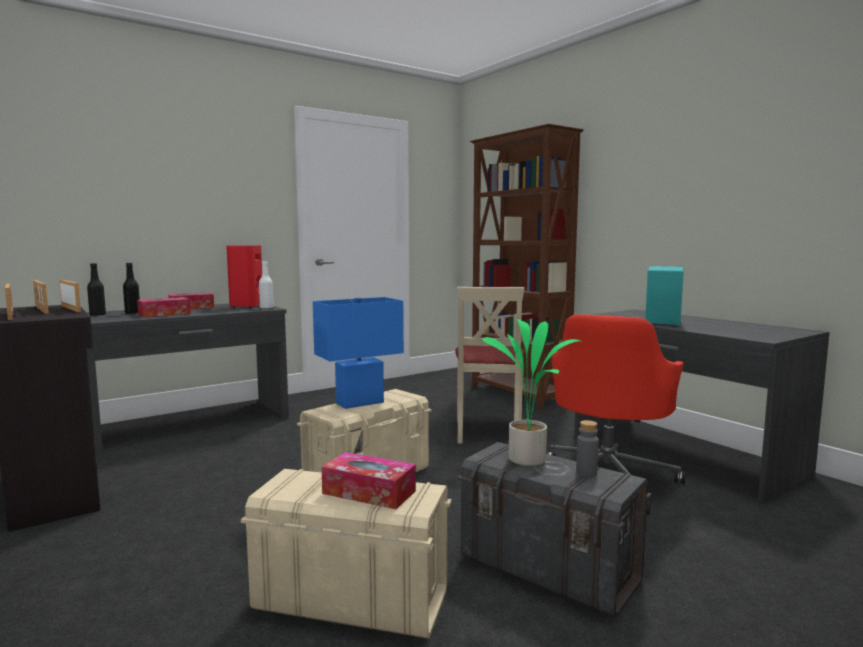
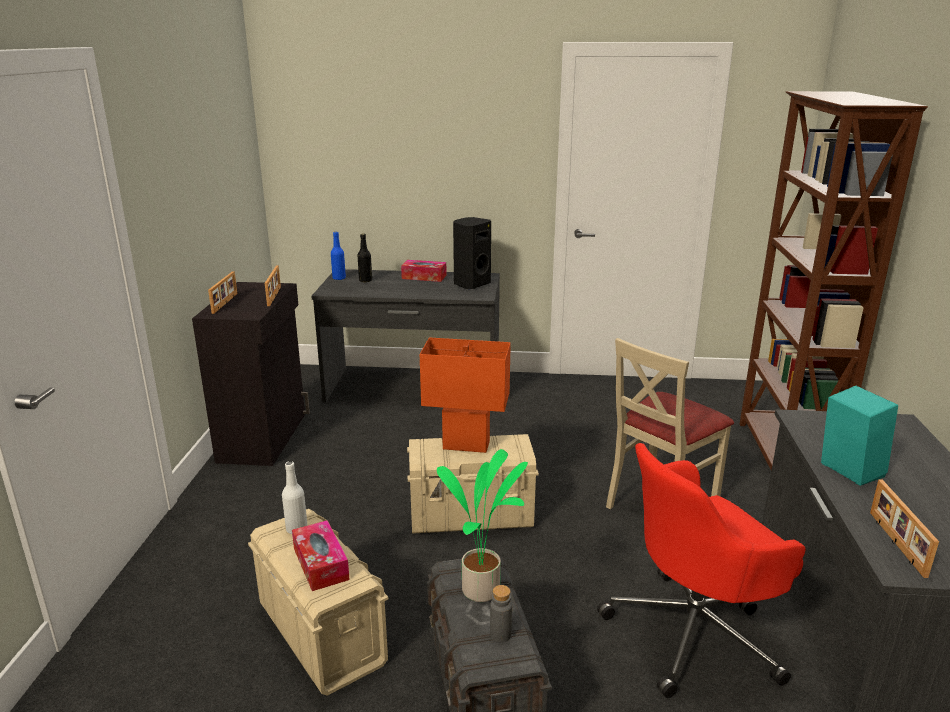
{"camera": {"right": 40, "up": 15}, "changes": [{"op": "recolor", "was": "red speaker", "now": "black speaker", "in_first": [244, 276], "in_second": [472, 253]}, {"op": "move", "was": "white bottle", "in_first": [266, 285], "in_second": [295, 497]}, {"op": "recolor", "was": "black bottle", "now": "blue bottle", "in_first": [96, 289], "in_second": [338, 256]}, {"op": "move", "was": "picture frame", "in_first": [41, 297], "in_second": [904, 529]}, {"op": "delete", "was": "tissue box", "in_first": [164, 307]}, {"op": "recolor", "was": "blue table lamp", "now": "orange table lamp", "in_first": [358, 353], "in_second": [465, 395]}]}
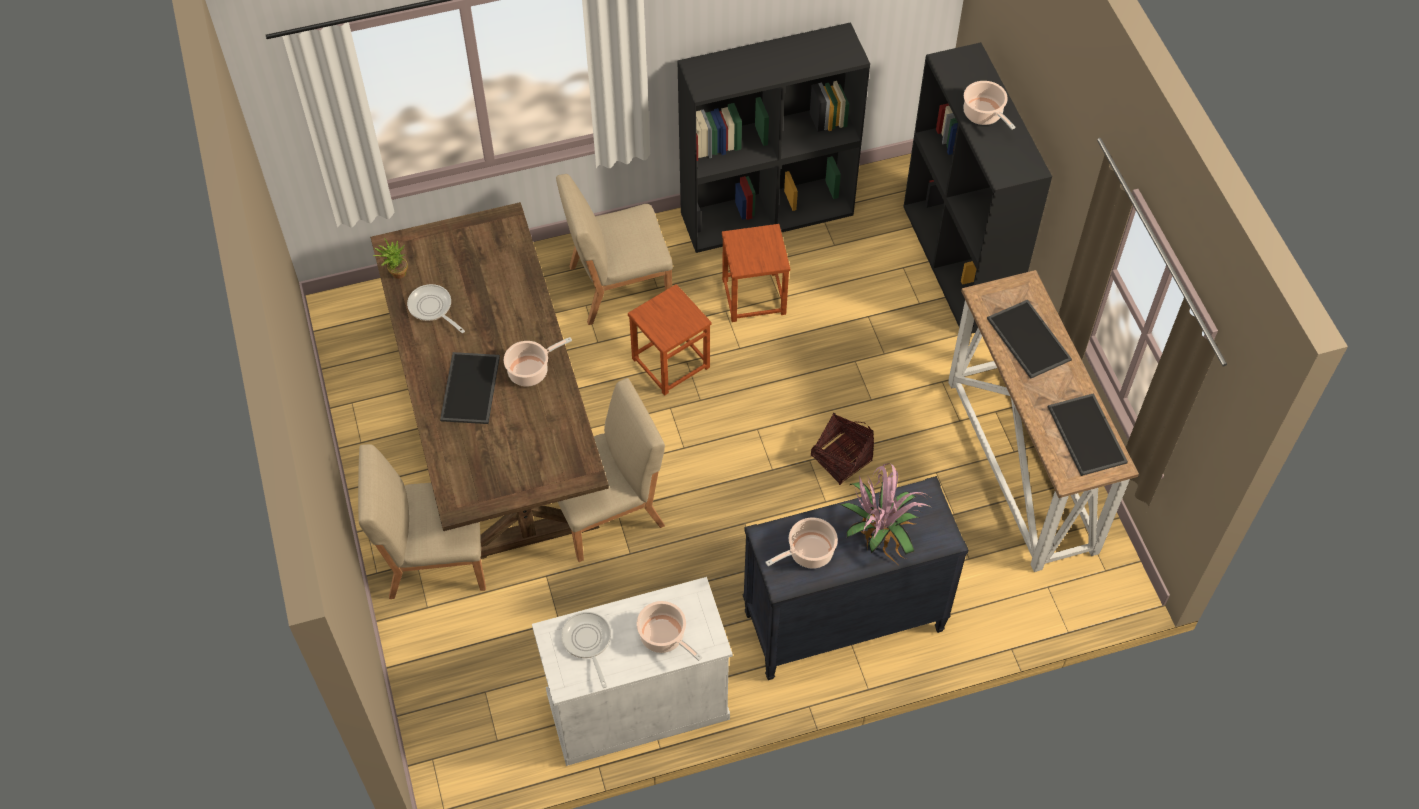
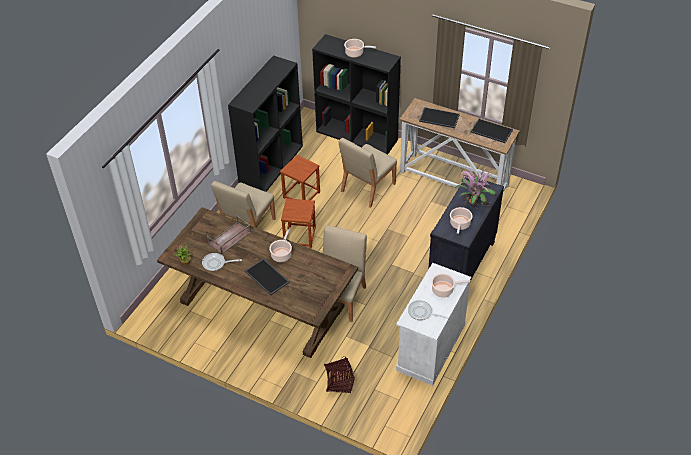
{"camera": {"right": -45, "up": -10}, "changes": [{"op": "move", "was": "basket", "in_first": [842, 449], "in_second": [339, 375]}, {"op": "move", "was": "beige chair", "in_first": [422, 521], "in_second": [368, 173]}, {"op": "insert", "now": "brown tray", "in_second": [229, 234]}]}
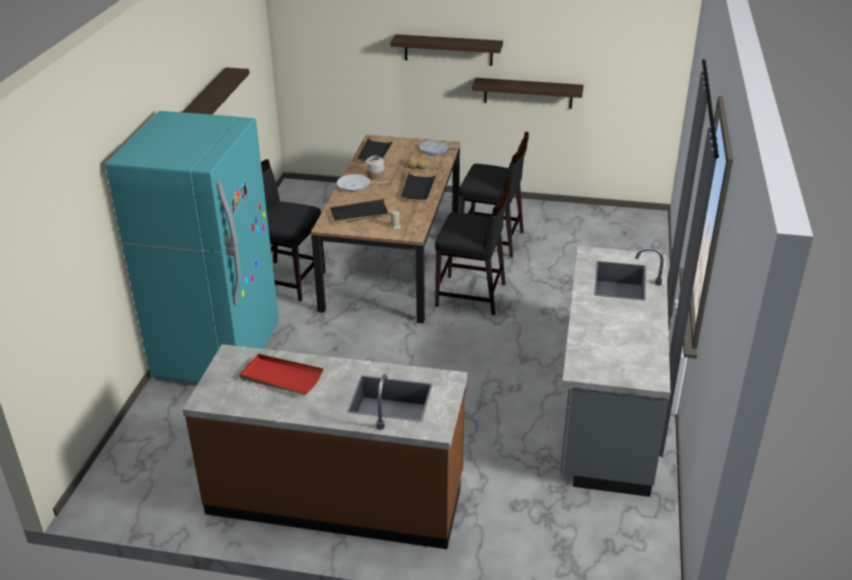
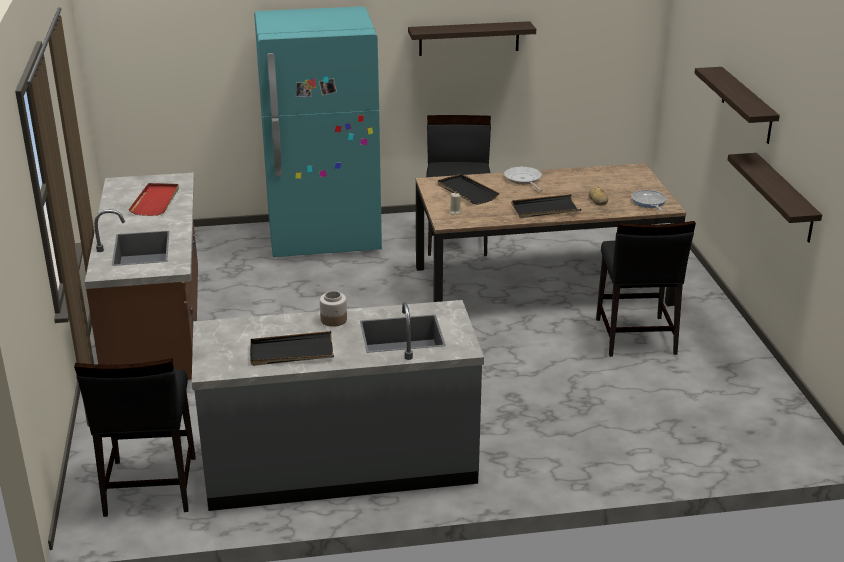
{"camera": {"right": 70, "up": -5}, "changes": [{"op": "move", "was": "black tray", "in_first": [375, 150], "in_second": [292, 348]}, {"op": "move", "was": "jar", "in_first": [375, 168], "in_second": [333, 309]}, {"op": "move", "was": "black chair", "in_first": [472, 246], "in_second": [135, 437]}]}
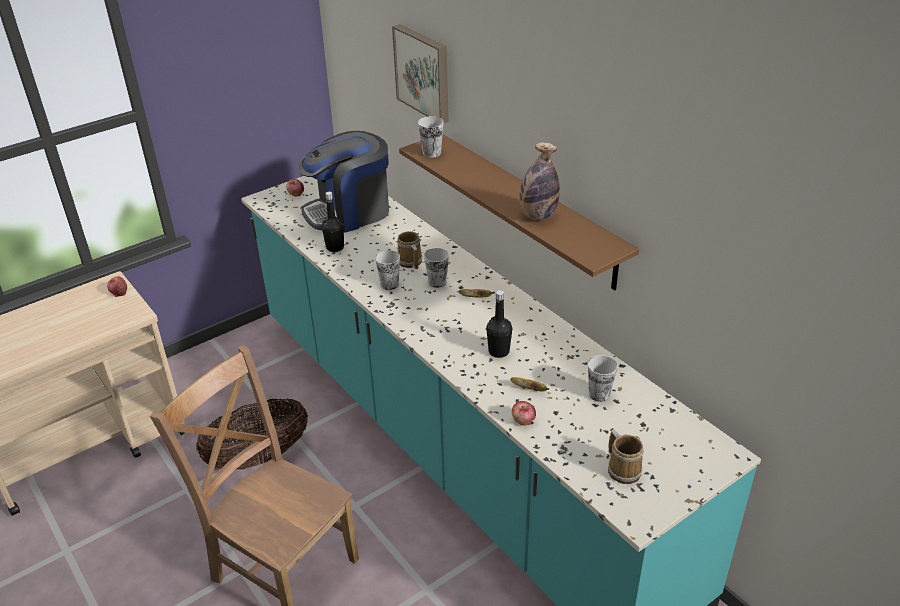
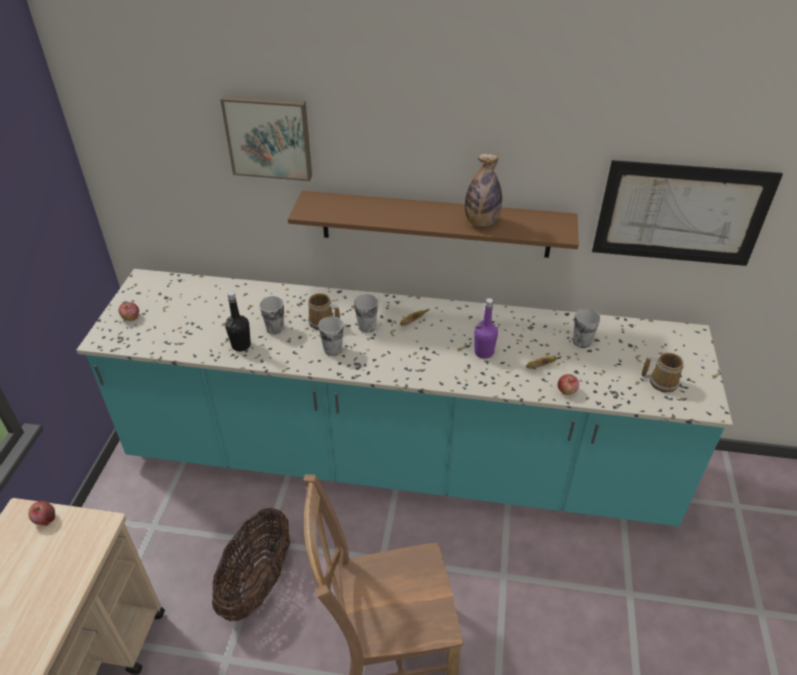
{"camera": {"right": -45, "up": 5}, "changes": [{"op": "move", "was": "cup", "in_first": [431, 137], "in_second": [271, 315]}, {"op": "delete", "was": "coffee machine", "in_first": [343, 182]}, {"op": "recolor", "was": "black bottle", "now": "purple bottle", "in_first": [499, 324], "in_second": [486, 328]}, {"op": "insert", "now": "picture", "in_second": [687, 213]}]}
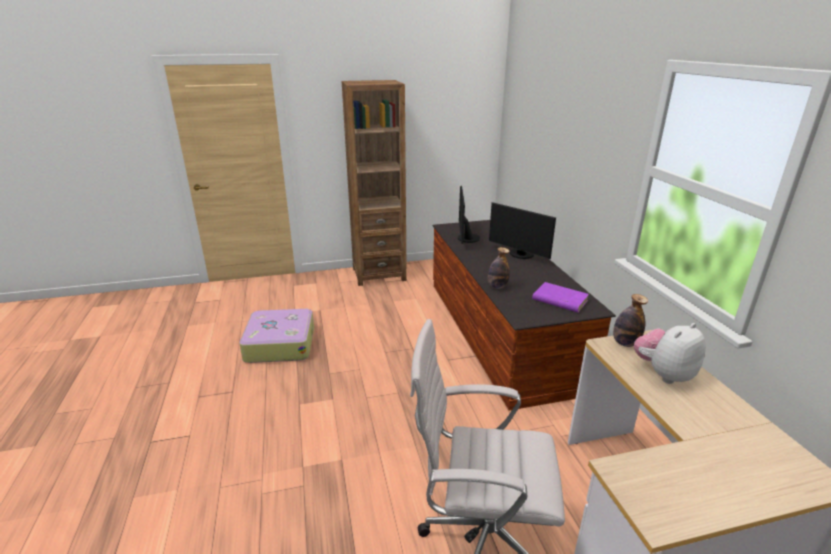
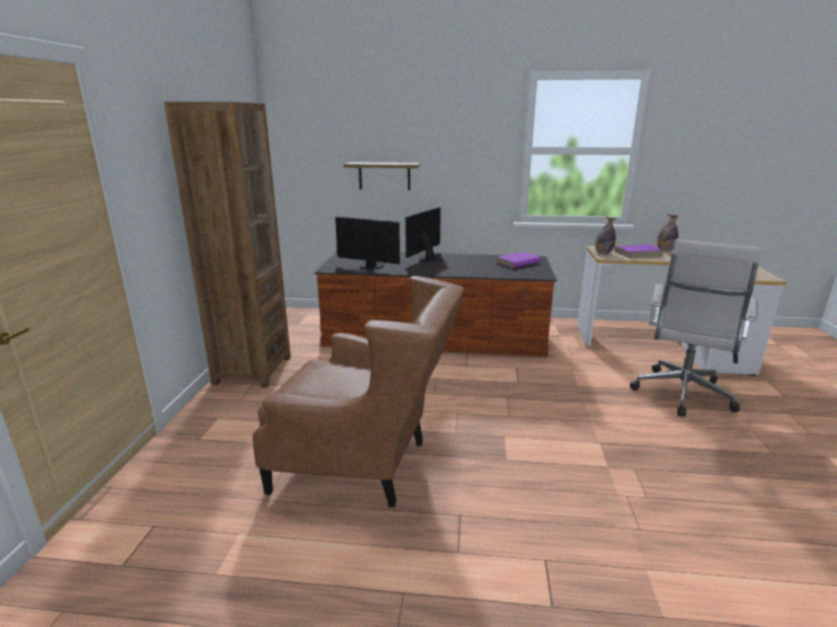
{"camera": {"right": -70, "up": -5}, "changes": [{"op": "rotate", "was": "monitor", "in_first": [522, 230], "in_second": [423, 234], "clockwise": 150}, {"op": "move", "was": "bottle", "in_first": [499, 268], "in_second": [667, 232]}, {"op": "replace", "was": "suitcase", "now": "brown armchair", "in_first": [276, 336], "in_second": [358, 392]}, {"op": "replace", "was": "plush toy", "now": "purple book", "in_first": [670, 353], "in_second": [639, 251]}, {"op": "insert", "now": "shelf", "in_second": [382, 176]}]}
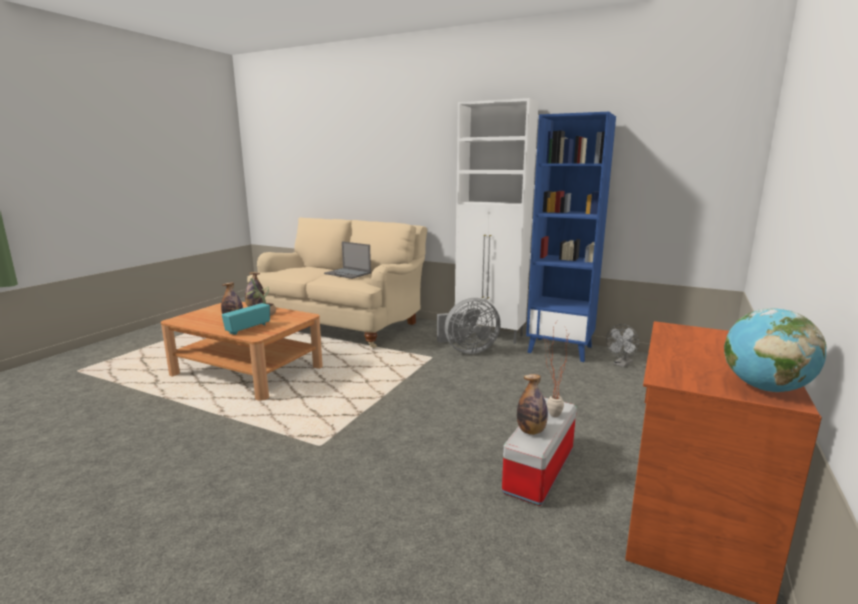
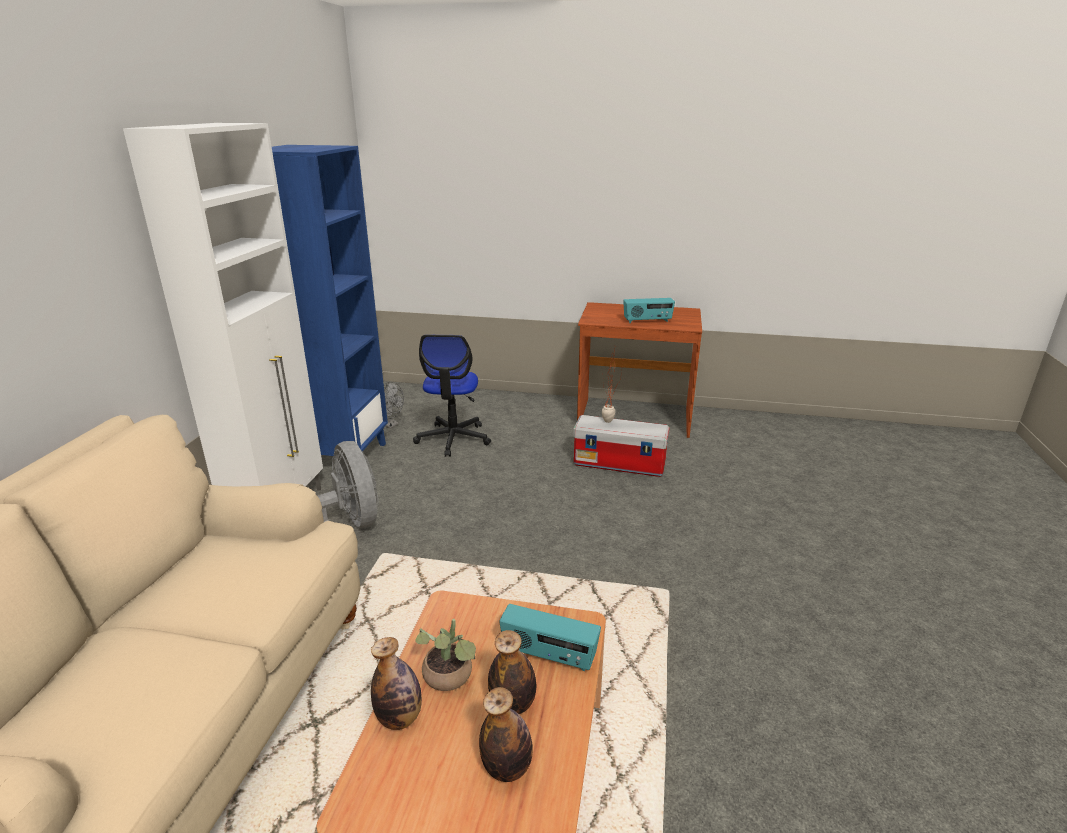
{"camera": {"right": -105, "up": 10}, "changes": [{"op": "delete", "was": "laptop", "in_first": [347, 260]}, {"op": "delete", "was": "globe", "in_first": [775, 350]}, {"op": "move", "was": "bottle", "in_first": [532, 404], "in_second": [506, 734]}, {"op": "insert", "now": "radio", "in_second": [649, 310]}, {"op": "insert", "now": "office chair", "in_second": [452, 396]}]}
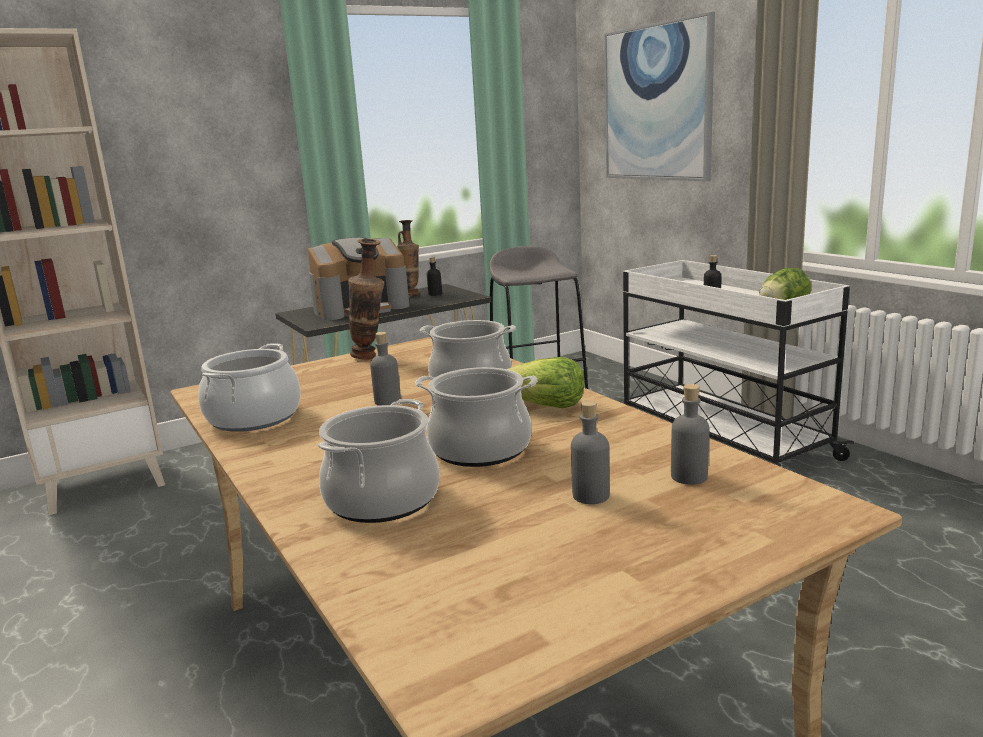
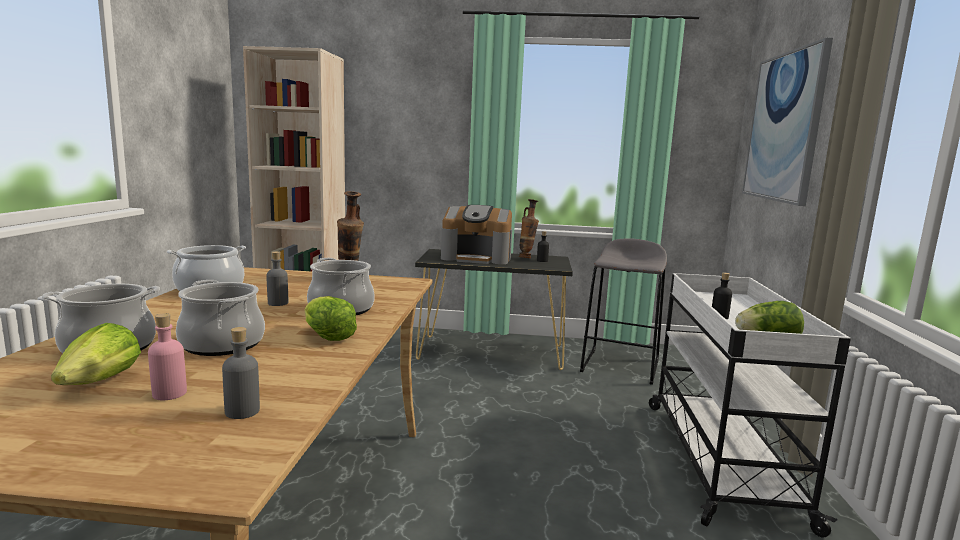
{"camera": {"right": 35, "up": -5}, "changes": [{"op": "recolor", "was": "grey bottle", "now": "pink bottle", "in_first": [590, 452], "in_second": [167, 356]}, {"op": "insert", "now": "lettuce", "in_second": [96, 354]}]}
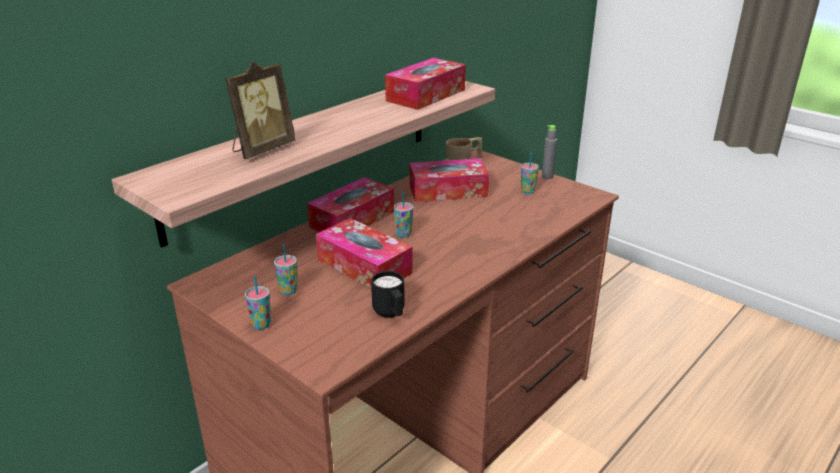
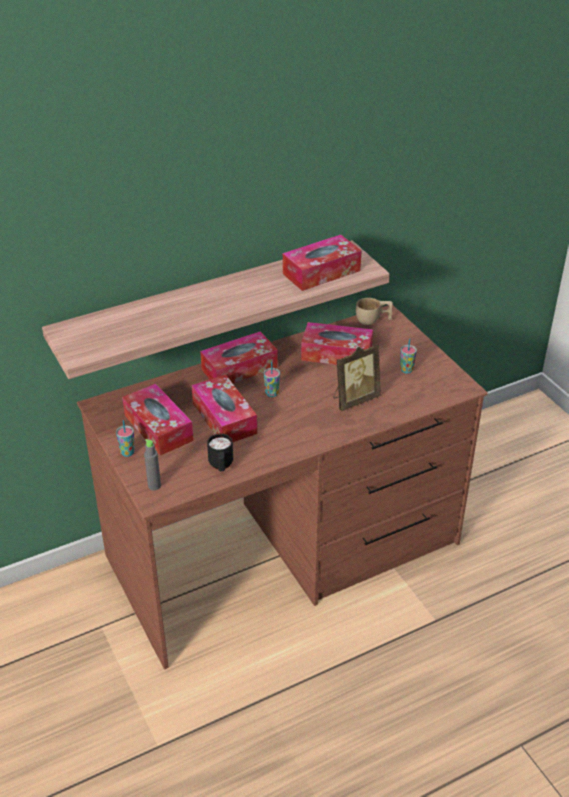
{"camera": {"right": 20, "up": 10}, "changes": [{"op": "move", "was": "picture frame", "in_first": [260, 110], "in_second": [357, 377]}, {"op": "move", "was": "grey bottle", "in_first": [549, 152], "in_second": [152, 464]}, {"op": "replace", "was": "cup", "now": "tissue box", "in_first": [286, 269], "in_second": [158, 420]}]}
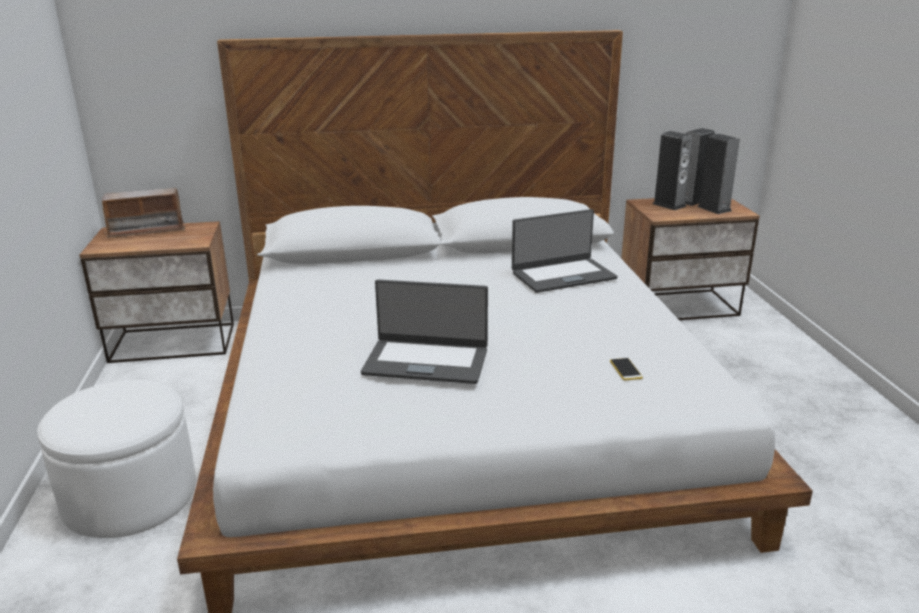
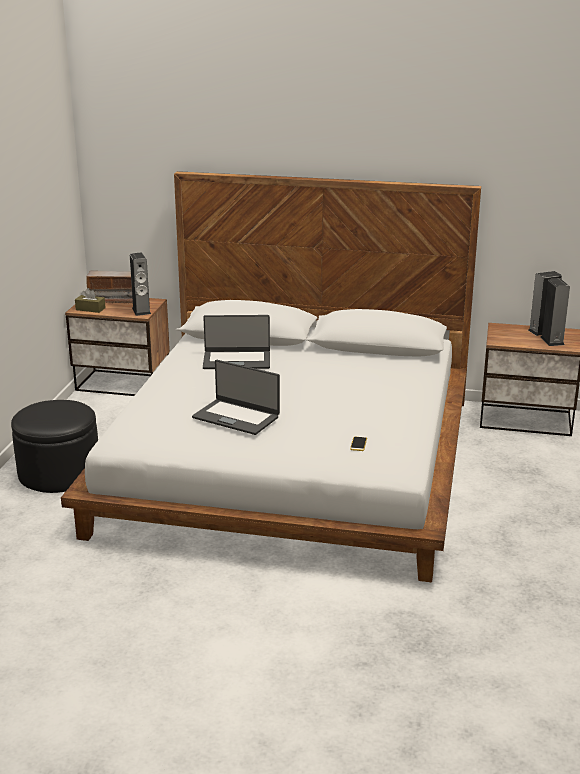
{"camera": {"right": 20, "up": 0}, "changes": [{"op": "move", "was": "speaker", "in_first": [672, 170], "in_second": [140, 284]}, {"op": "move", "was": "laptop", "in_first": [564, 251], "in_second": [236, 342]}, {"op": "recolor", "was": "white ottoman", "now": "black ottoman", "in_first": [116, 459], "in_second": [54, 446]}, {"op": "insert", "now": "brown tissue box", "in_second": [90, 300]}]}
